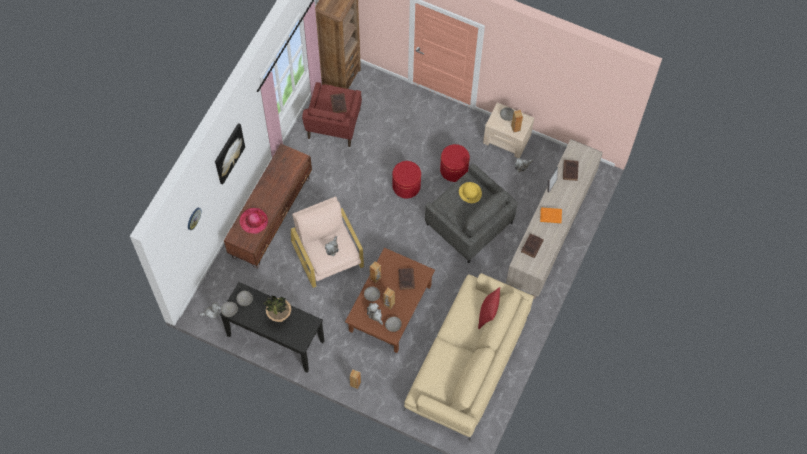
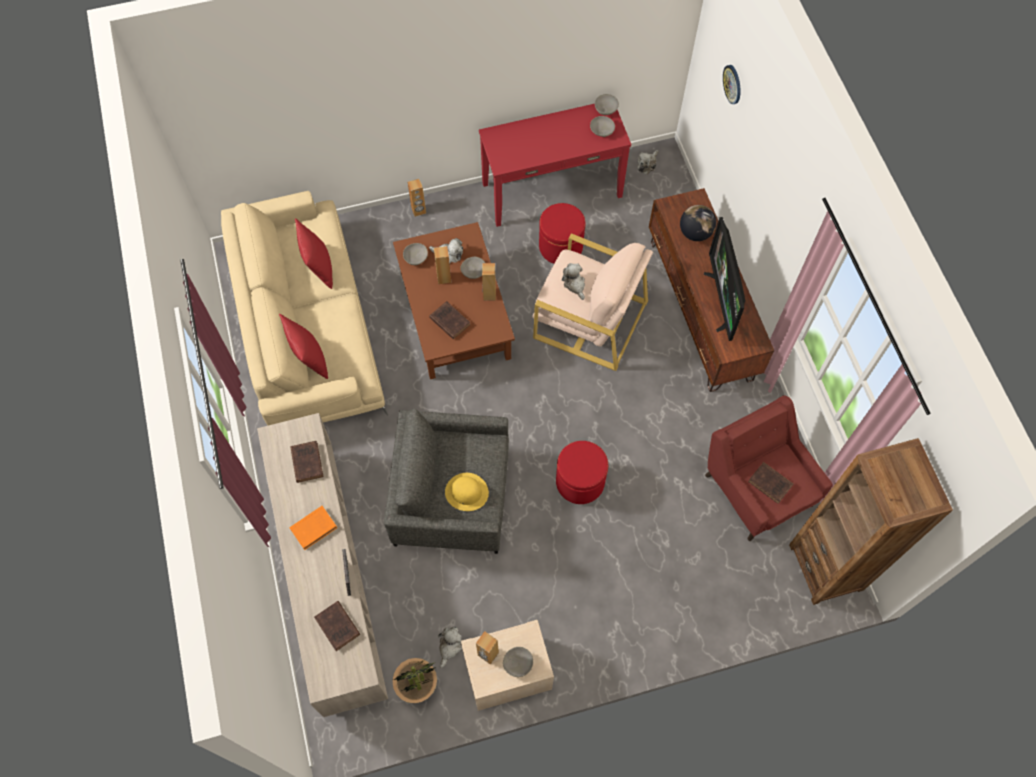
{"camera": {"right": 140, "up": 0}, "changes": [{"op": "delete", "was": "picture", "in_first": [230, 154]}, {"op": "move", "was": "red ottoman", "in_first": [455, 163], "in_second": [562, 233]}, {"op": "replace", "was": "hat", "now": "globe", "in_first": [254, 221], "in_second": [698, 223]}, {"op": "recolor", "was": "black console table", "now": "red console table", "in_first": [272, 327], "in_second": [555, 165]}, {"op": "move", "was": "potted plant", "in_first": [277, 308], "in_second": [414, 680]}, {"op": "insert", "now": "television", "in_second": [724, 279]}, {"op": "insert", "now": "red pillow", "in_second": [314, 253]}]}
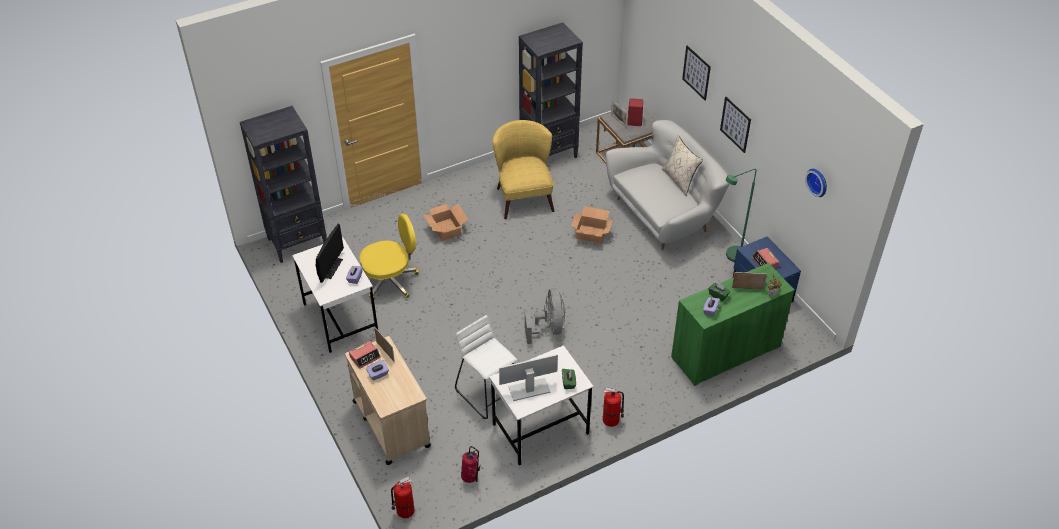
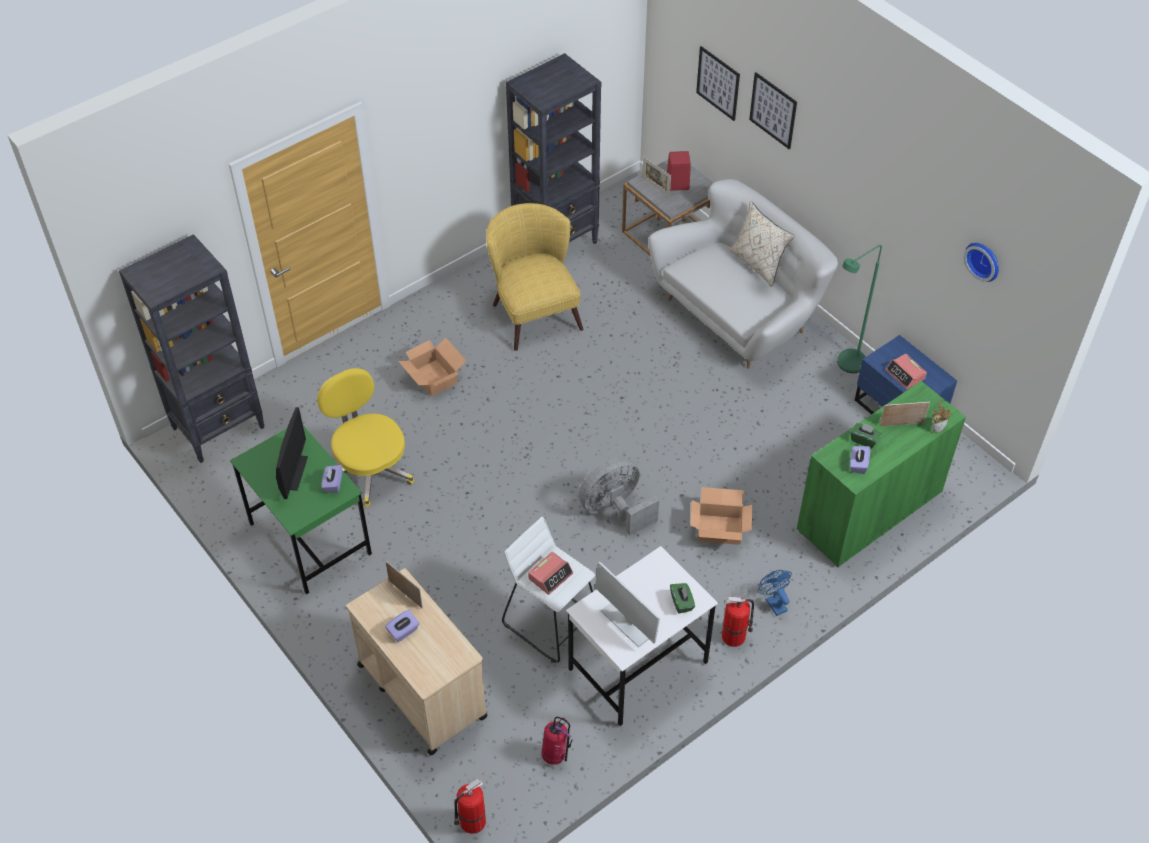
{"camera": {"right": -10, "up": 5}, "changes": [{"op": "move", "was": "picture", "in_first": [735, 125], "in_second": [718, 83]}, {"op": "move", "was": "cardboard box", "in_first": [592, 225], "in_second": [721, 516]}, {"op": "rotate", "was": "yellow office chair", "in_first": [389, 257], "in_second": [365, 437], "clockwise": -90}, {"op": "recolor", "was": "white desk", "now": "green desk", "in_first": [335, 295], "in_second": [301, 509]}, {"op": "rotate", "was": "grey fan", "in_first": [545, 316], "in_second": [618, 496], "clockwise": -105}, {"op": "move", "was": "alarm clock", "in_first": [365, 355], "in_second": [550, 573]}, {"op": "rotate", "was": "monitor", "in_first": [528, 377], "in_second": [627, 604], "clockwise": -105}, {"op": "insert", "now": "blue fan", "in_second": [775, 593]}]}
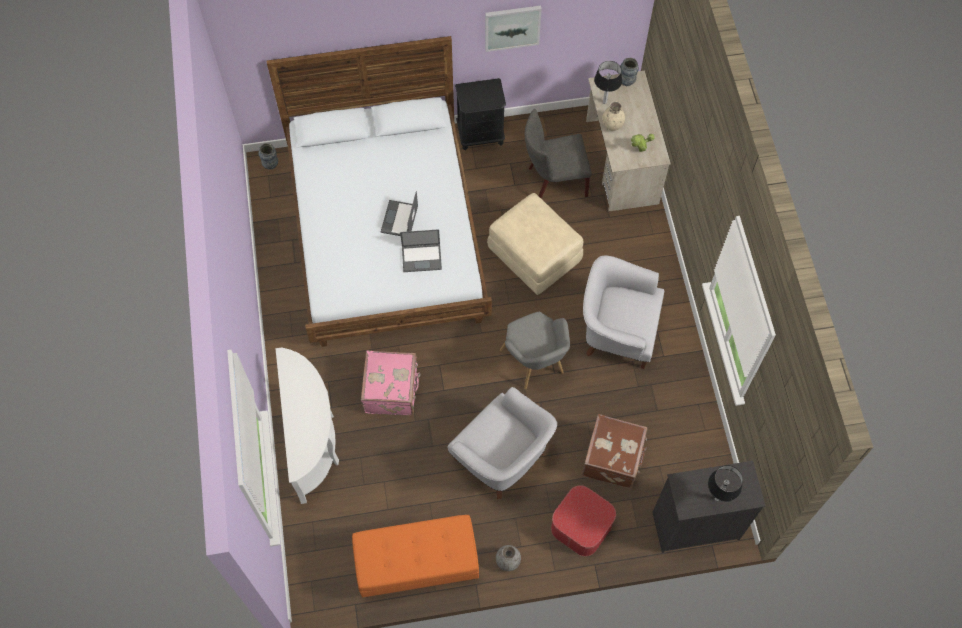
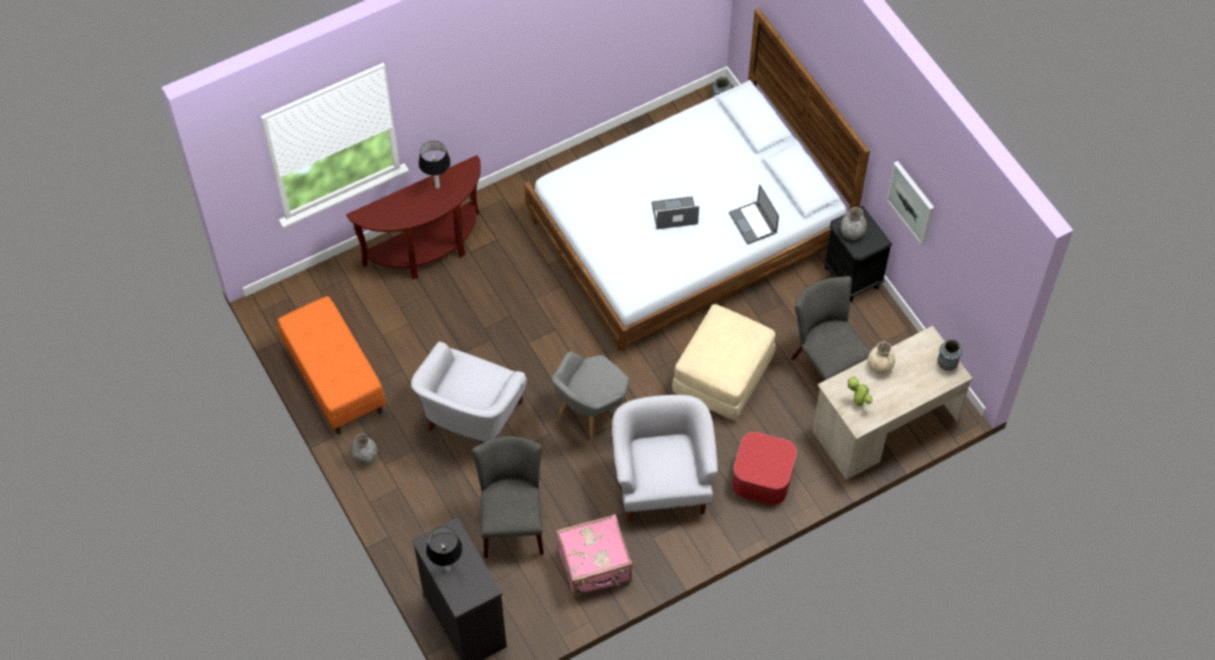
{"camera": {"right": 70, "up": -5}, "changes": [{"op": "move", "was": "table lamp", "in_first": [608, 82], "in_second": [434, 165]}, {"op": "move", "was": "laptop", "in_first": [421, 250], "in_second": [754, 214]}, {"op": "recolor", "was": "white console table", "now": "brown console table", "in_first": [307, 426], "in_second": [413, 217]}, {"op": "move", "was": "pink suitcase", "in_first": [391, 383], "in_second": [594, 555]}, {"op": "replace", "was": "brown suitcase", "now": "grey chair", "in_first": [615, 451], "in_second": [508, 497]}, {"op": "move", "was": "ottoman", "in_first": [583, 520], "in_second": [764, 468]}, {"op": "insert", "now": "grey vase", "in_second": [853, 223]}]}
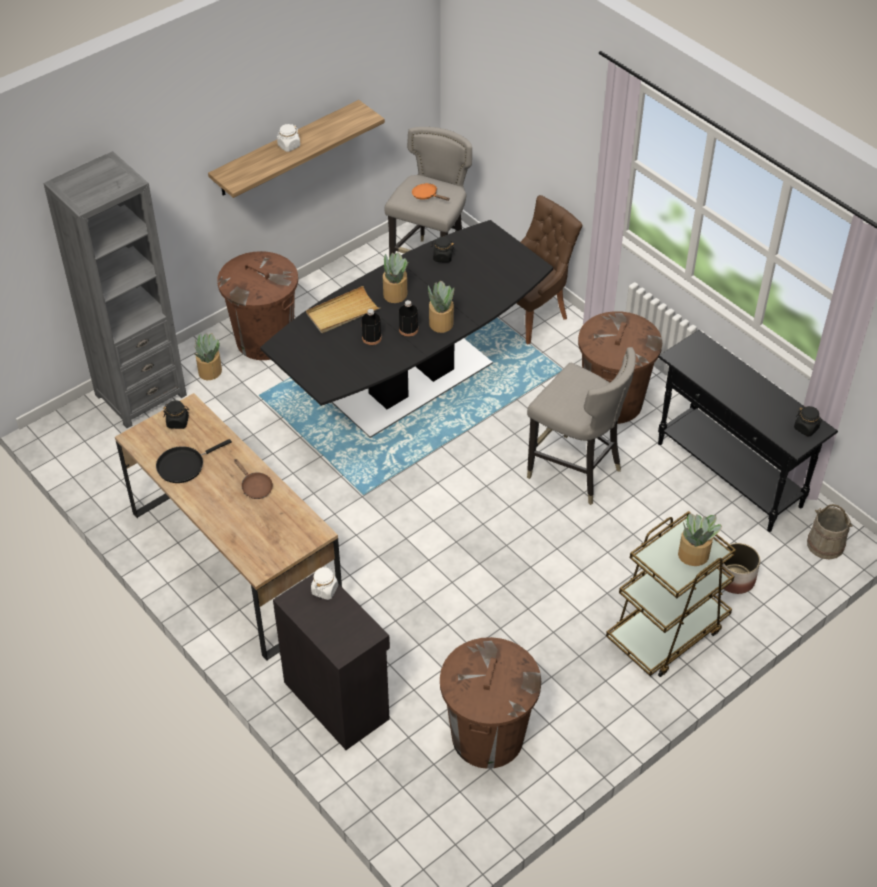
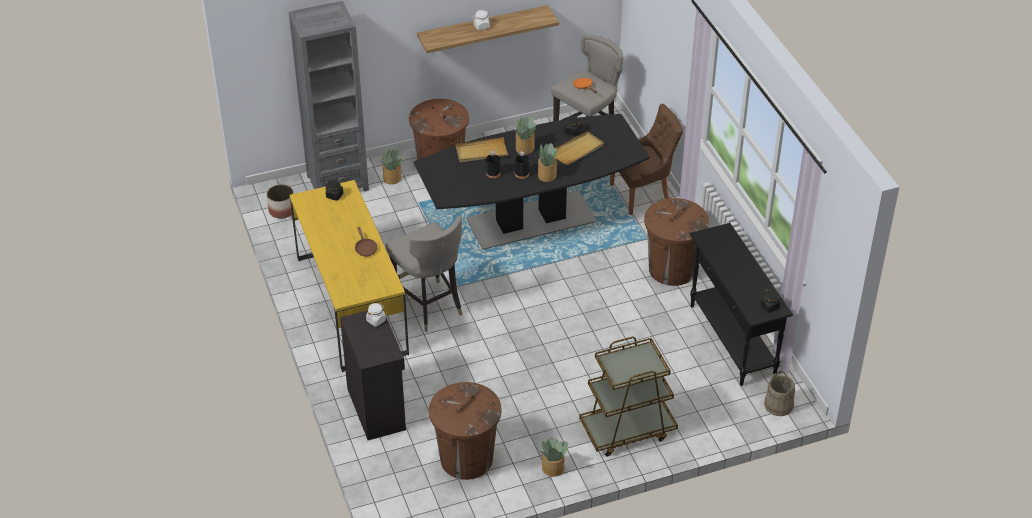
{"camera": {"right": 20, "up": -5}, "changes": [{"op": "move", "was": "grey stool", "in_first": [581, 426], "in_second": [424, 274]}, {"op": "recolor", "was": "brown desk", "now": "yellow desk", "in_first": [228, 527], "in_second": [349, 276]}, {"op": "delete", "was": "black frying pan", "in_first": [194, 461]}, {"op": "move", "was": "potted plant", "in_first": [700, 539], "in_second": [554, 456]}, {"op": "move", "was": "planter", "in_first": [739, 568], "in_second": [280, 202]}, {"op": "insert", "now": "beige tray", "in_second": [580, 148]}]}
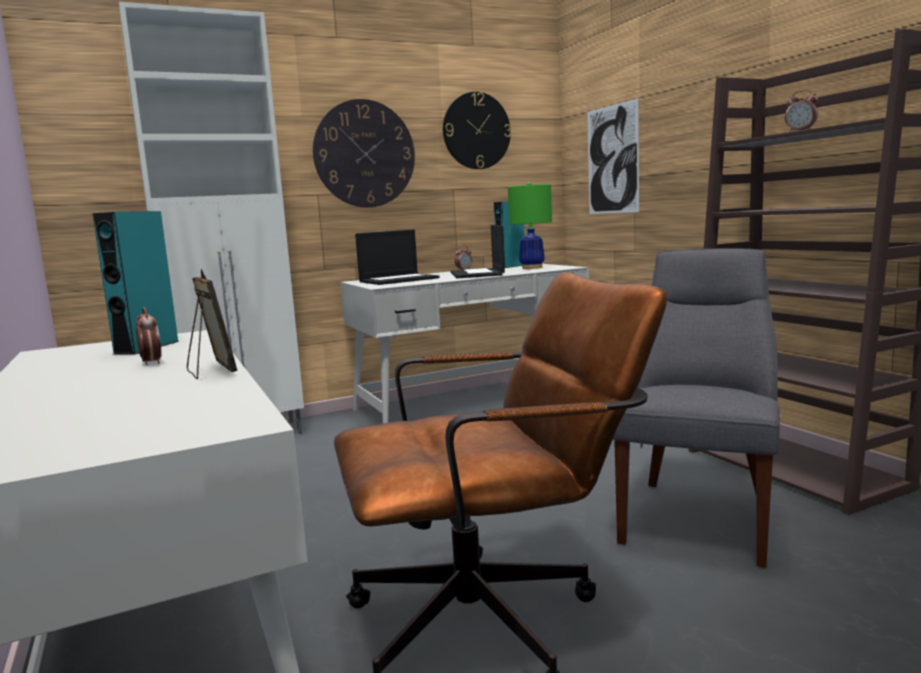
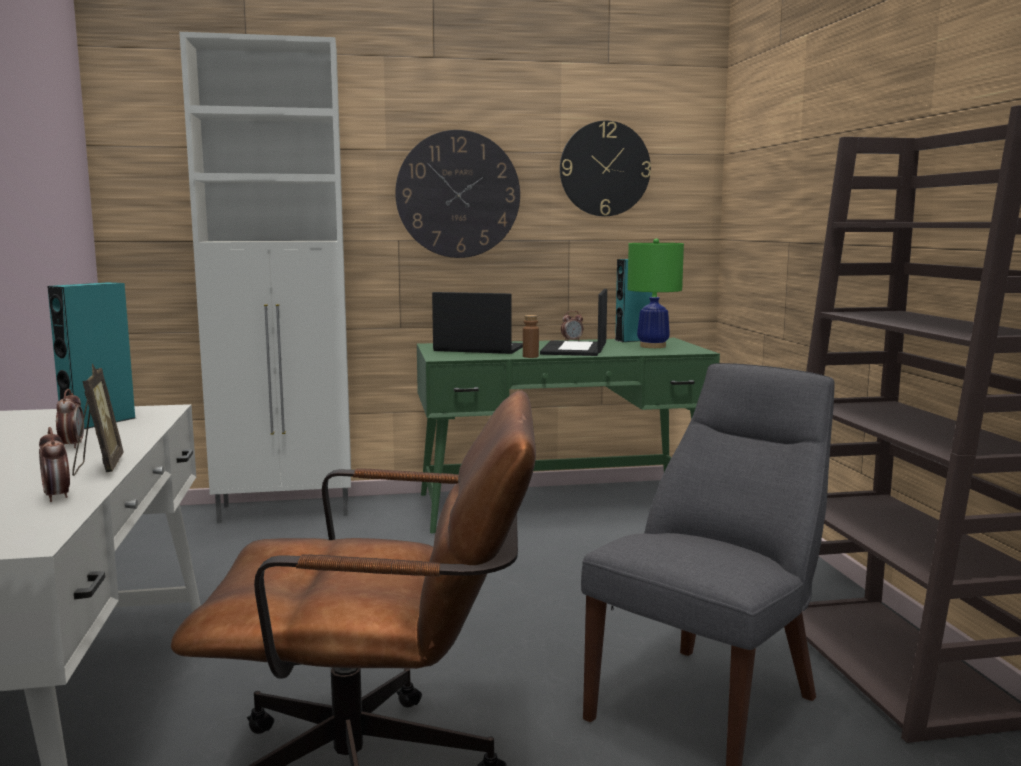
{"camera": {"right": 15, "up": 0}, "changes": [{"op": "move", "was": "alarm clock", "in_first": [801, 111], "in_second": [54, 464]}, {"op": "delete", "was": "picture", "in_first": [613, 156]}, {"op": "rotate", "was": "laptop", "in_first": [397, 257], "in_second": [477, 323], "clockwise": -150}, {"op": "recolor", "was": "white desk", "now": "green desk", "in_first": [464, 343], "in_second": [568, 435]}, {"op": "insert", "now": "brown bottle", "in_second": [531, 336]}]}
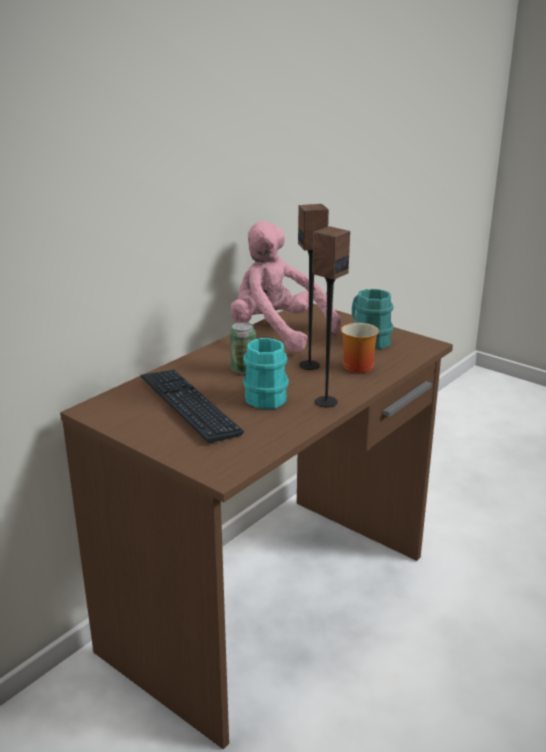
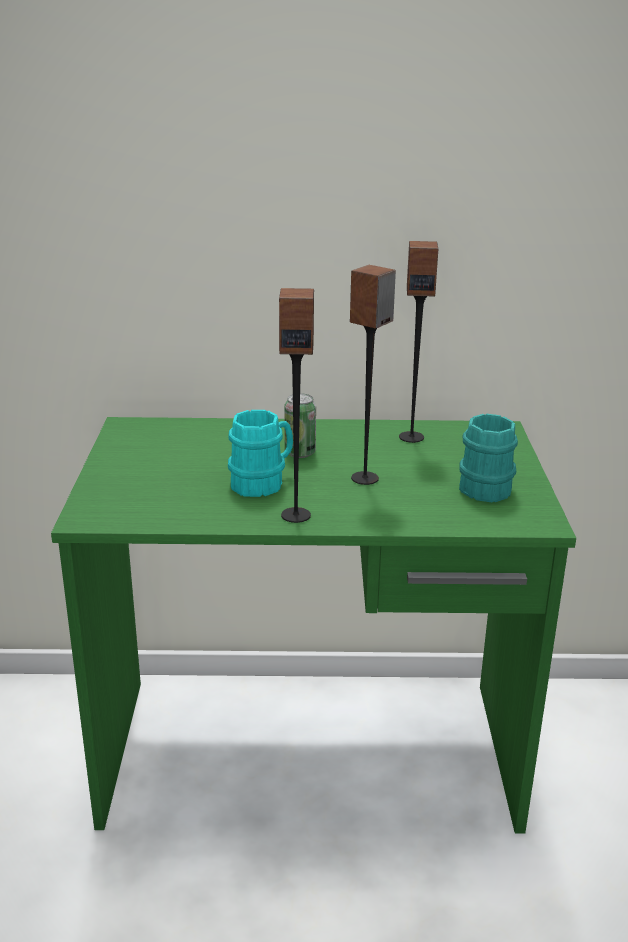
{"camera": {"right": 50, "up": 0}, "changes": [{"op": "replace", "was": "pink plush toy", "now": "speaker", "in_first": [285, 287], "in_second": [418, 342]}, {"op": "recolor", "was": "brown desk", "now": "green desk", "in_first": [256, 526], "in_second": [313, 625]}, {"op": "delete", "was": "mug", "in_first": [360, 348]}, {"op": "delete", "was": "keyboard", "in_first": [192, 406]}]}
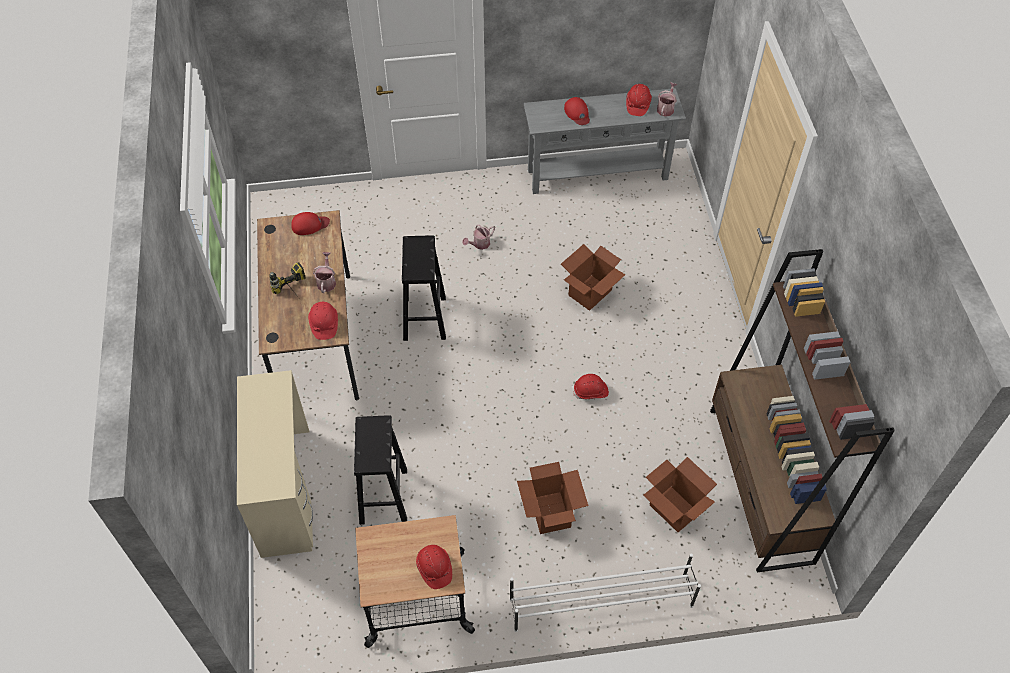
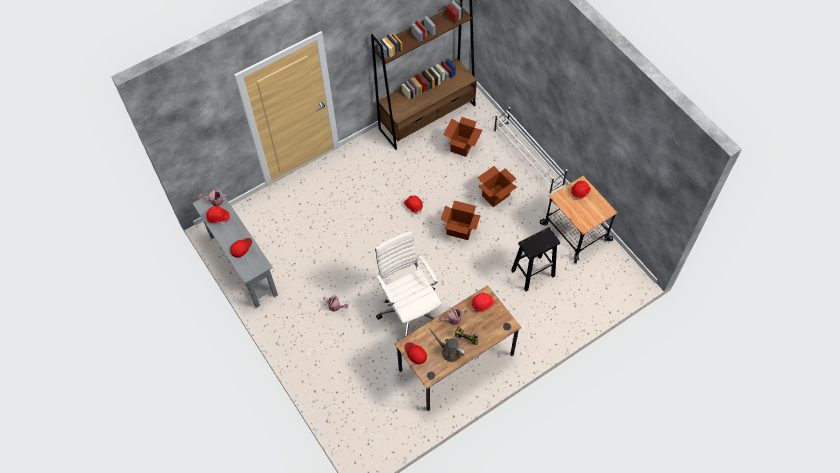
{"camera": {"right": -115, "up": 5}, "changes": [{"op": "replace", "was": "black stool", "now": "white office chair", "in_first": [424, 288], "in_second": [408, 284]}, {"op": "move", "was": "cardboard box", "in_first": [593, 277], "in_second": [461, 220]}, {"op": "delete", "was": "beige desk", "in_first": [275, 464]}, {"op": "insert", "now": "brown watering can", "in_second": [447, 344]}]}
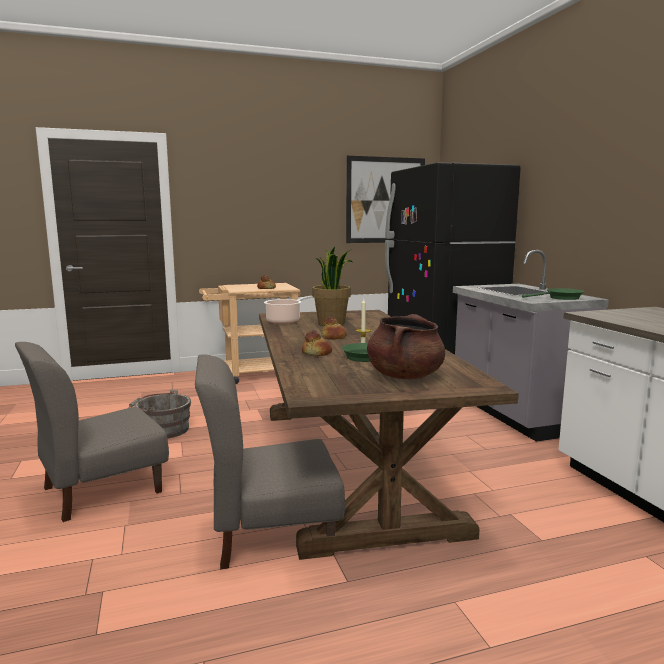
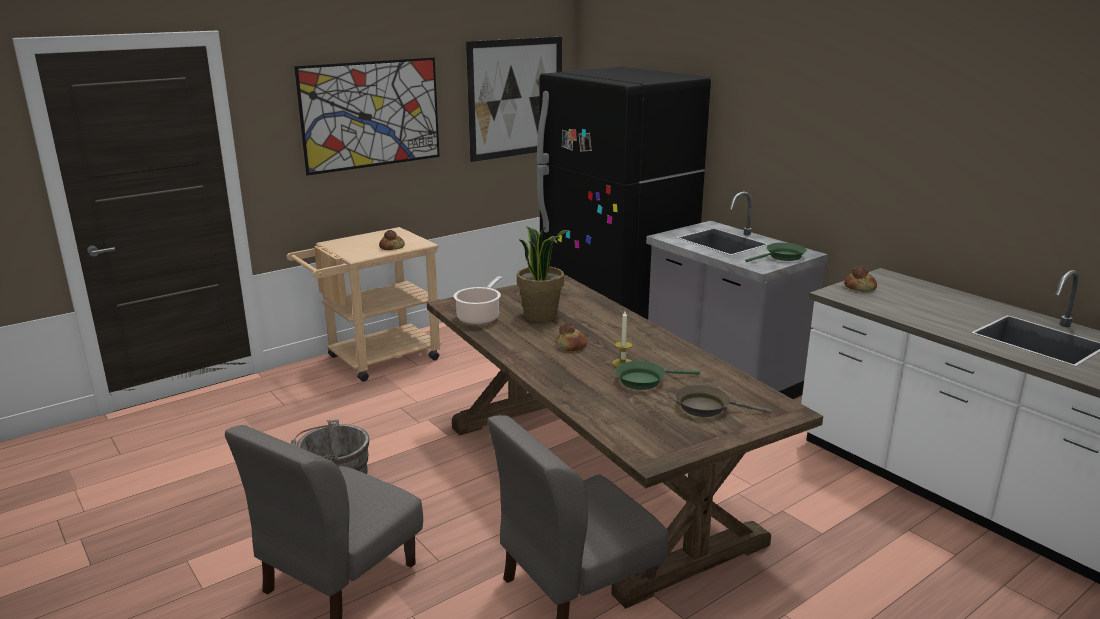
{"camera": {"right": -20, "up": 10}, "changes": [{"op": "replace", "was": "brown cooking pot", "now": "brown frying pan", "in_first": [406, 346], "in_second": [724, 401]}, {"op": "move", "was": "bread", "in_first": [317, 343], "in_second": [860, 278]}, {"op": "insert", "now": "picture", "in_second": [367, 116]}]}
